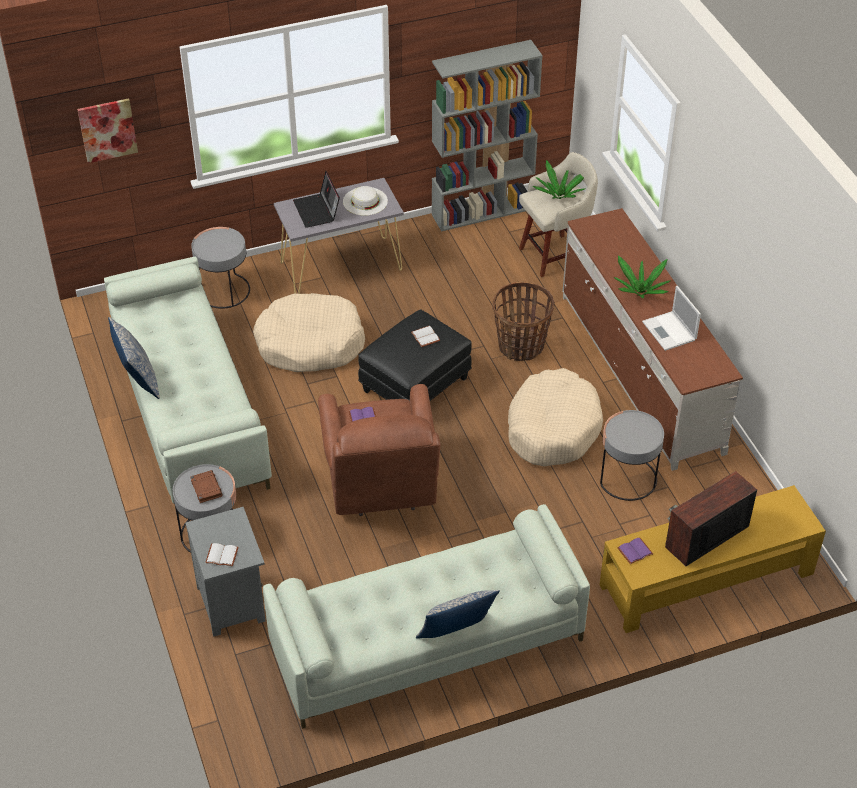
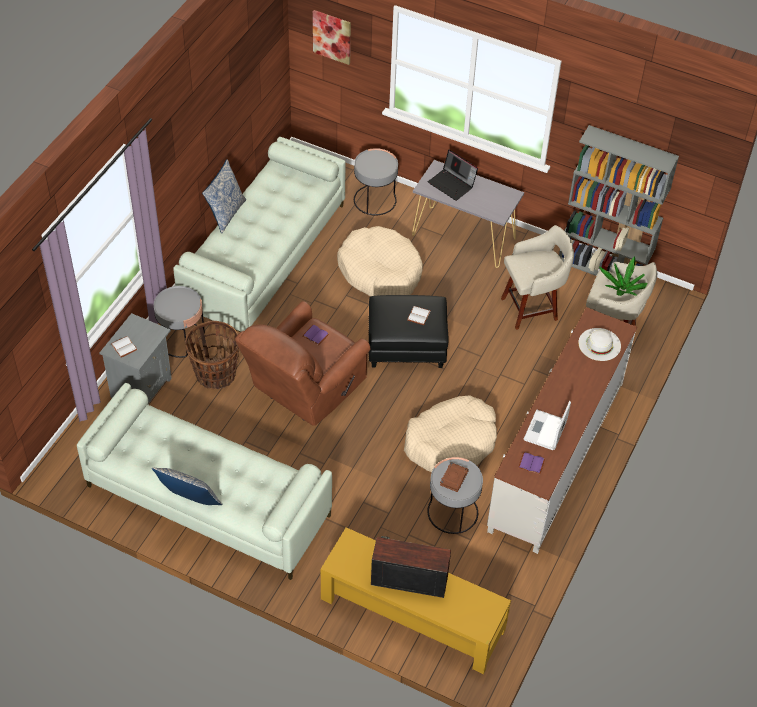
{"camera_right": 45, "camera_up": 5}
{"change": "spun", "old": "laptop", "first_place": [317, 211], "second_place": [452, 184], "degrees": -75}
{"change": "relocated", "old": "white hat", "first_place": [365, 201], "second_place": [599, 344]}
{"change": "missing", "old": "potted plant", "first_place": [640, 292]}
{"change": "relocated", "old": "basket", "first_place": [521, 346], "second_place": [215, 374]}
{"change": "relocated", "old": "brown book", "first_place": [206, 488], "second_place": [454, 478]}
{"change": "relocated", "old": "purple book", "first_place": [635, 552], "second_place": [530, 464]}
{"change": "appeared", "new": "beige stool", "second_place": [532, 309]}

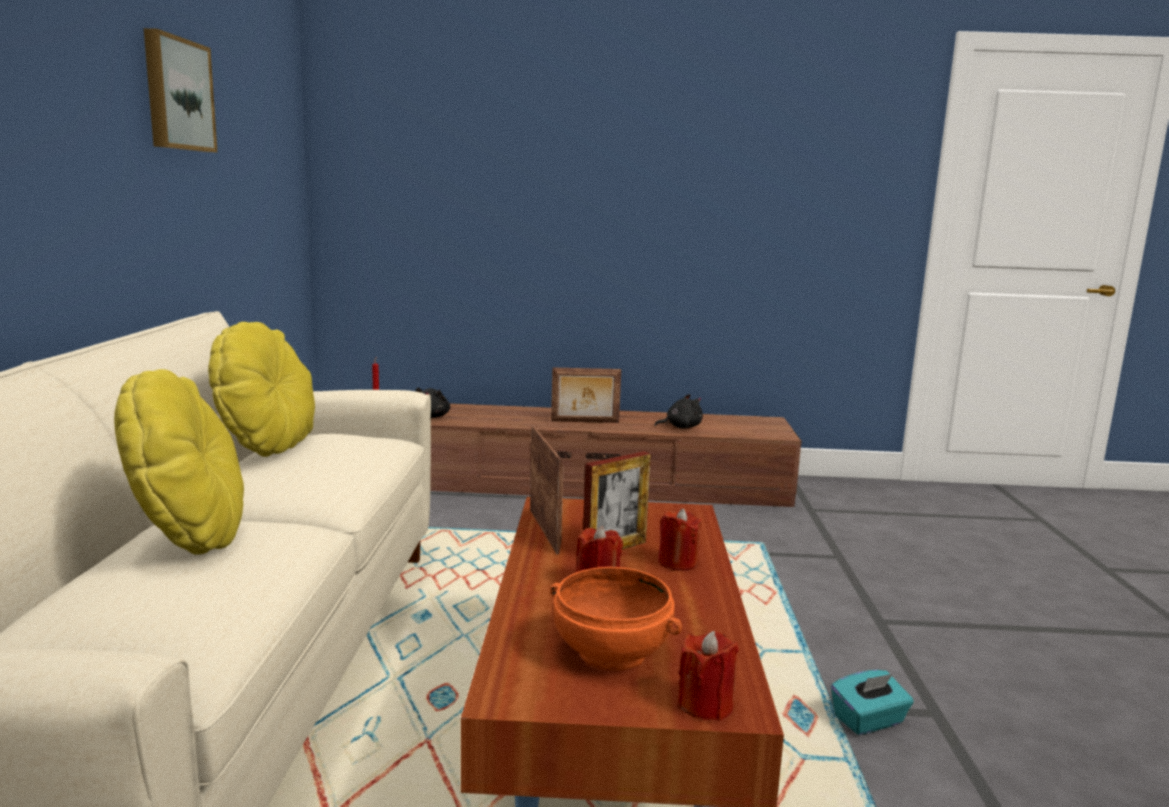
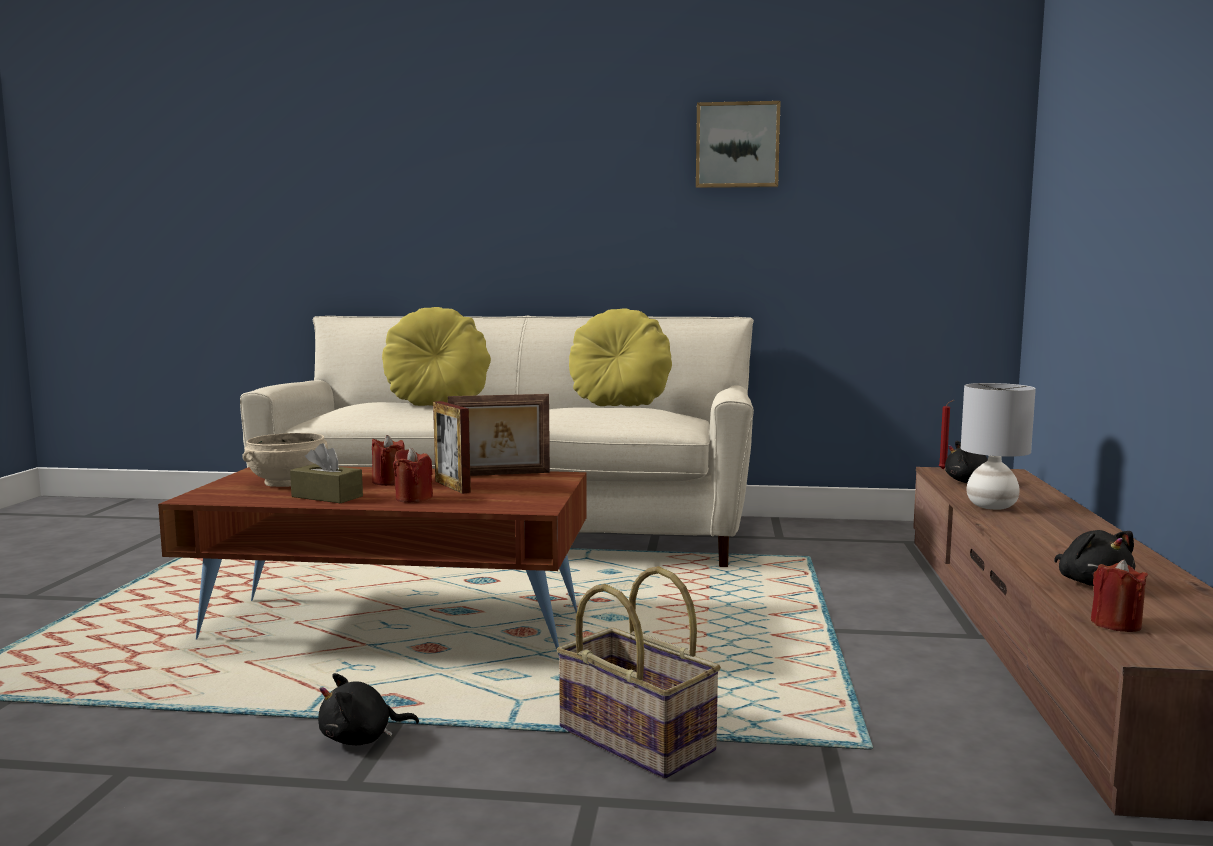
{"camera_right": 95, "camera_up": -5}
{"change": "missing", "old": "picture frame", "first_place": [585, 422]}
{"change": "colour", "old": "orange bowl", "new": "beige bowl", "first_place": [613, 652], "second_place": [288, 482]}
{"change": "relocated", "old": "red candle", "first_place": [705, 705], "second_place": [1116, 624]}
{"change": "exchanged", "old": "turquoise tissue box", "new": "black plush toy", "first_place": [869, 721], "second_place": [361, 738]}
{"change": "appeared", "new": "grey table lamp", "second_place": [992, 506]}
{"change": "appeared", "new": "brown tissue box", "second_place": [327, 496]}
{"change": "appeared", "new": "basket", "second_place": [638, 739]}

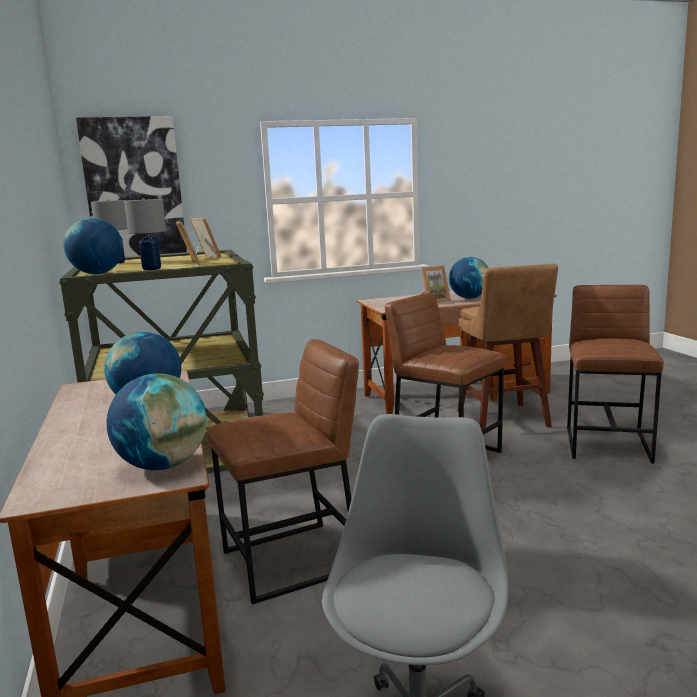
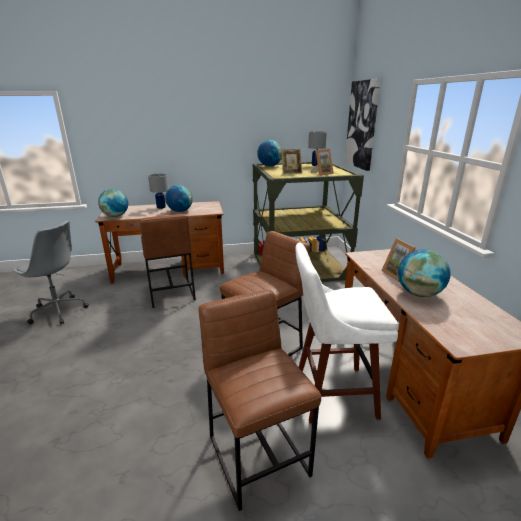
{"camera_right": 95, "camera_up": 10}
{"change": "relocated", "old": "grey table lamp", "first_place": [151, 269], "second_place": [160, 207]}
{"change": "colour", "old": "brown stool", "new": "white stool", "first_place": [503, 420], "second_place": [331, 393]}
{"change": "spun", "old": "brown chair", "first_place": [607, 444], "second_place": [257, 453], "degrees": -135}

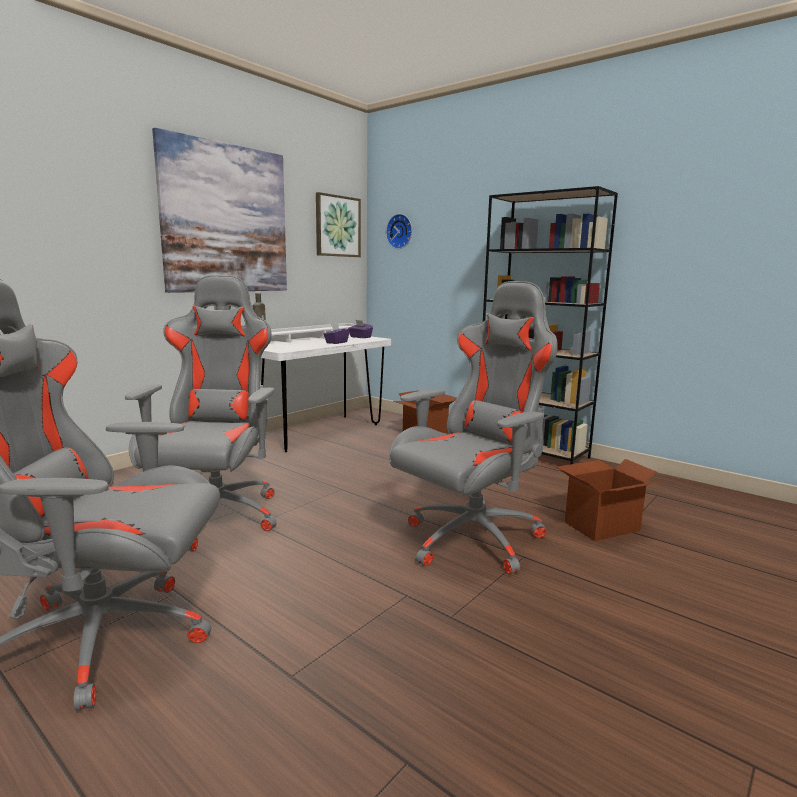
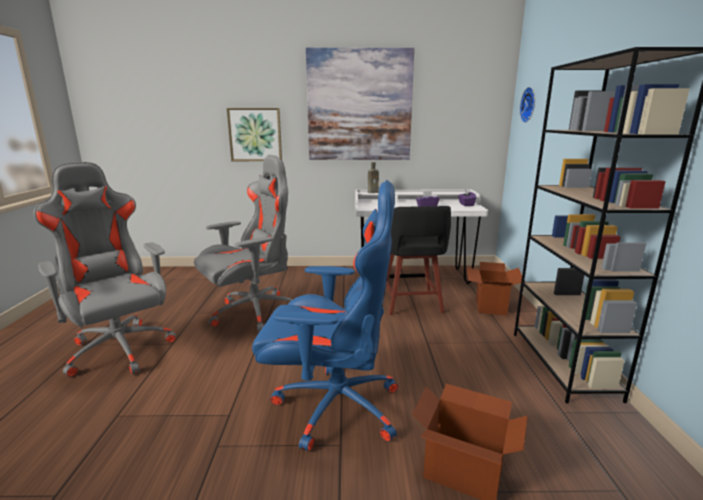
{"camera_right": 50, "camera_up": 5}
{"change": "relocated", "old": "picture", "first_place": [337, 226], "second_place": [255, 135]}
{"change": "colour", "old": "grey office chair", "new": "blue office chair", "first_place": [466, 543], "second_place": [328, 406]}
{"change": "appeared", "new": "black stool", "second_place": [411, 303]}

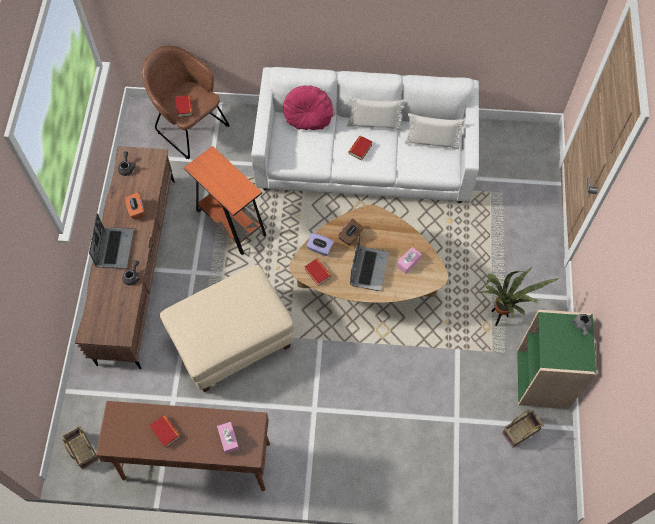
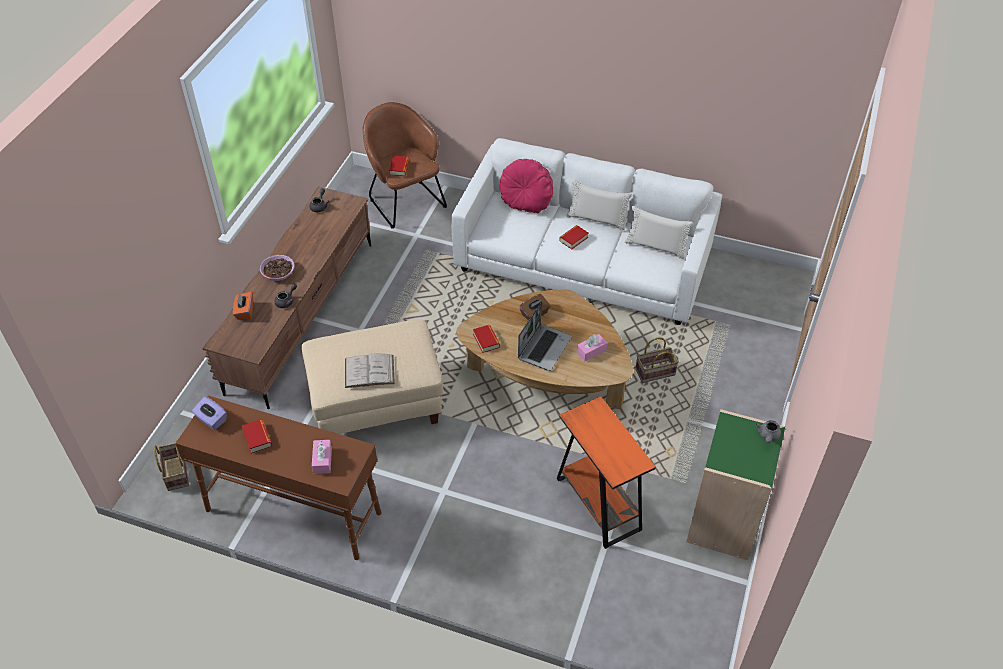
{"camera_right": 15, "camera_up": -15}
{"change": "relocated", "old": "orange side table", "first_place": [231, 223], "second_place": [598, 504]}
{"change": "relocated", "old": "orange tissue box", "first_place": [136, 210], "second_place": [245, 311]}
{"change": "exchanged", "old": "laptop", "new": "bowl", "first_place": [114, 248], "second_place": [278, 272]}
{"change": "relocated", "old": "purple tissue box", "first_place": [320, 248], "second_place": [211, 420]}
{"change": "missing", "old": "potted plant", "first_place": [499, 318]}
{"change": "relocated", "old": "basket", "first_place": [520, 433], "second_place": [654, 373]}
{"change": "appeared", "new": "white book", "second_place": [369, 371]}

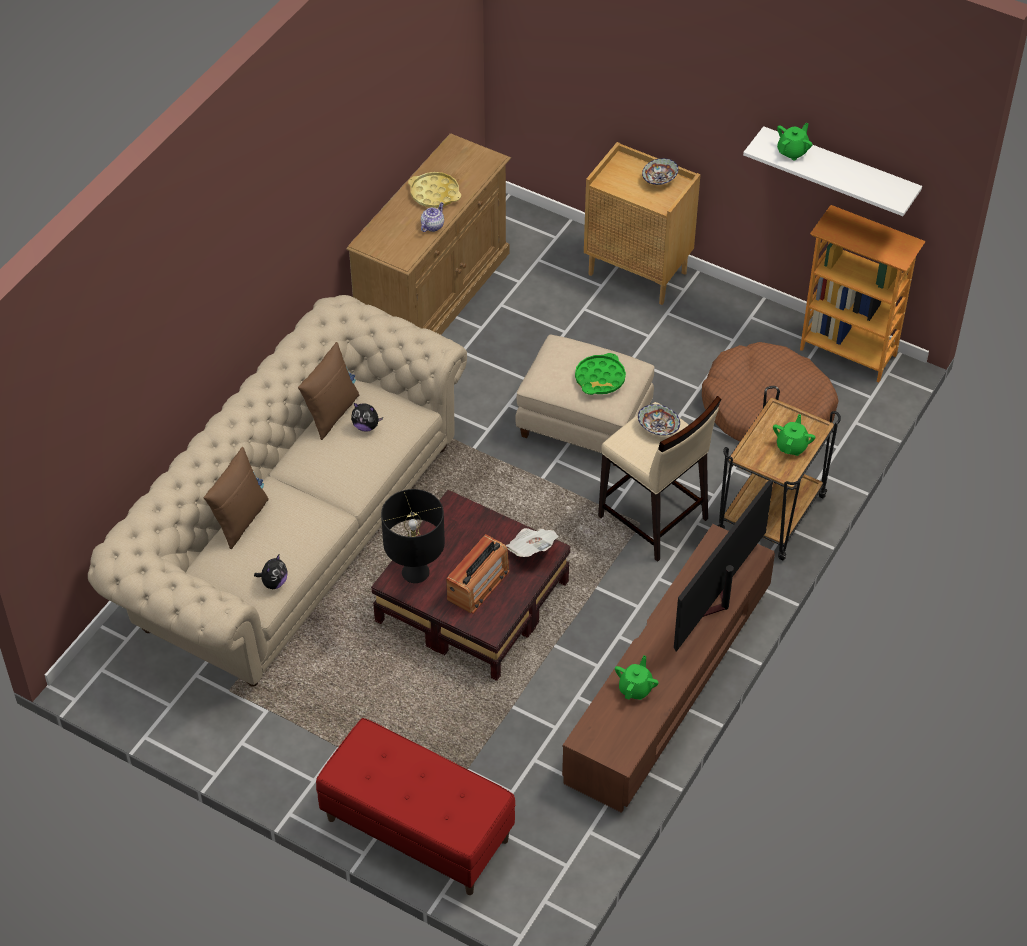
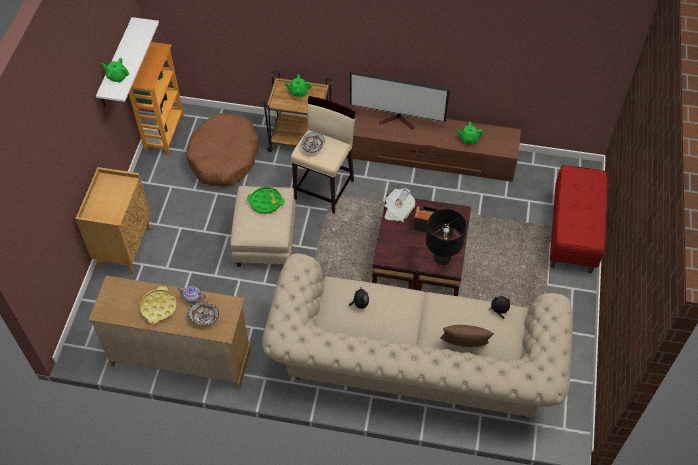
{"camera_right": -110, "camera_up": 5}
{"change": "relocated", "old": "bowl", "first_place": [660, 180], "second_place": [204, 317]}
{"change": "missing", "old": "brown pillow", "first_place": [331, 413]}

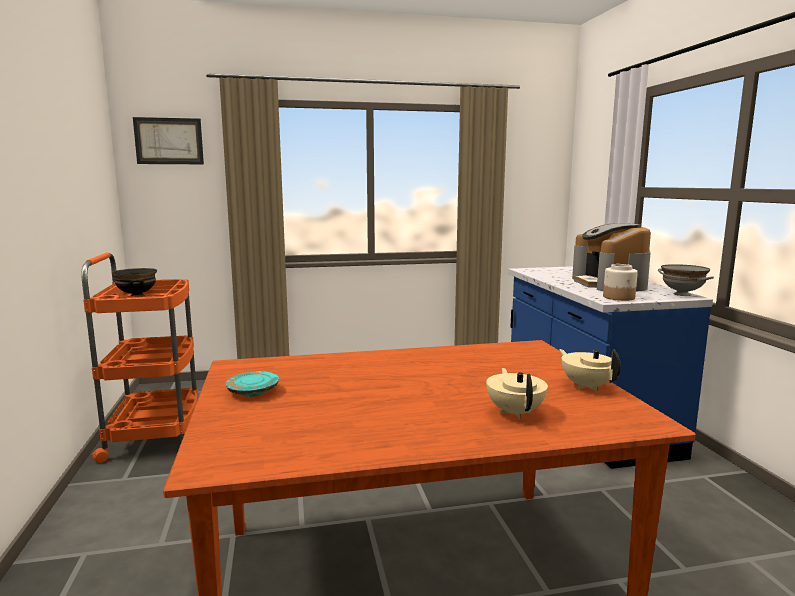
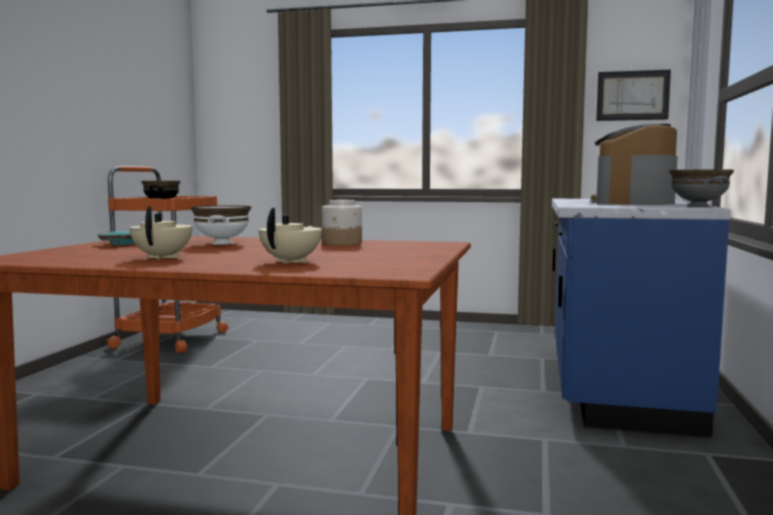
{"camera_right": 25, "camera_up": -5}
{"change": "relocated", "old": "picture", "first_place": [169, 141], "second_place": [632, 95]}
{"change": "relocated", "old": "jar", "first_place": [619, 297], "second_place": [342, 243]}
{"change": "relocated", "old": "beige teapot", "first_place": [586, 386], "second_place": [163, 257]}
{"change": "appeared", "new": "white bowl", "second_place": [223, 243]}

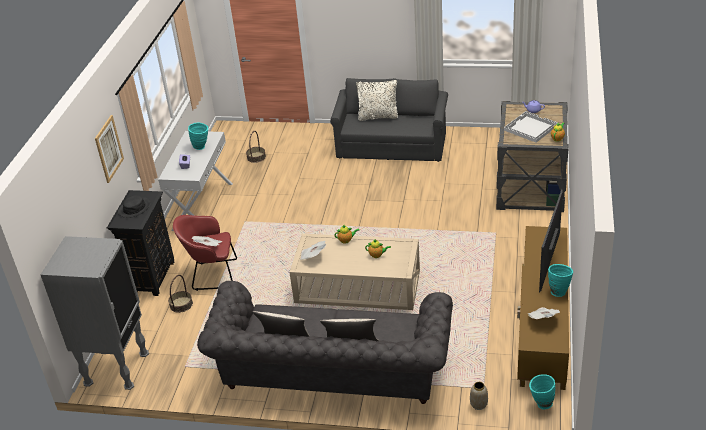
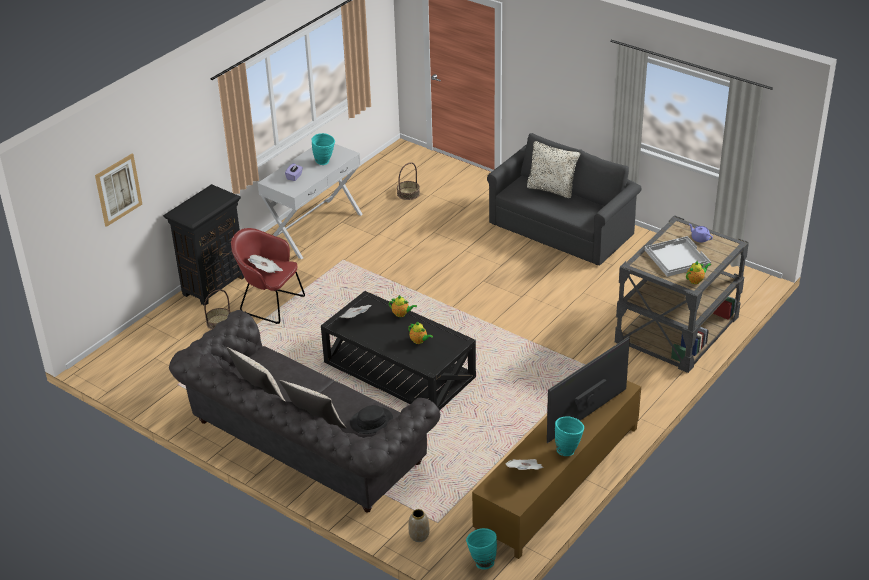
{"camera_right": 25, "camera_up": 0}
{"change": "relocated", "old": "picture", "first_place": [109, 148], "second_place": [118, 189]}
{"change": "relocated", "old": "black hat", "first_place": [134, 208], "second_place": [371, 421]}
{"change": "colour", "old": "beige coffee table", "new": "black coffee table", "first_place": [357, 287], "second_place": [398, 370]}
{"change": "missing", "old": "grey cabinet", "first_place": [118, 367]}

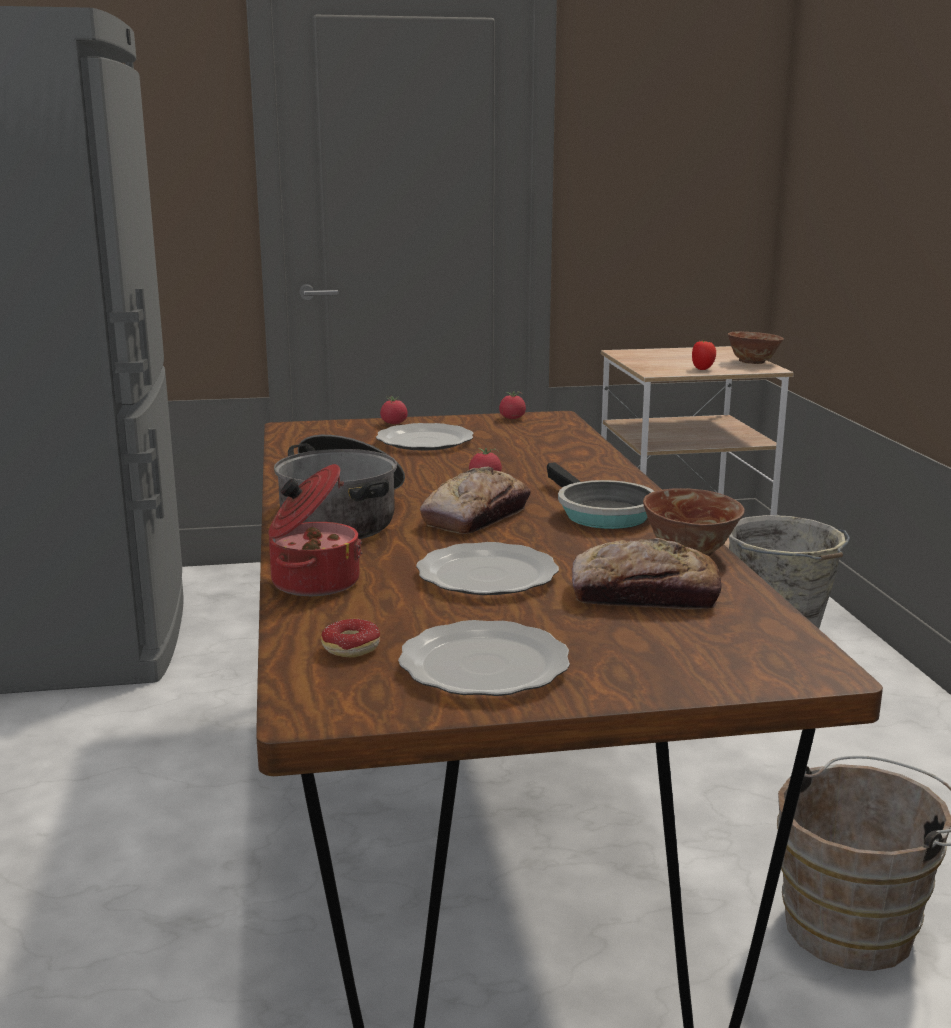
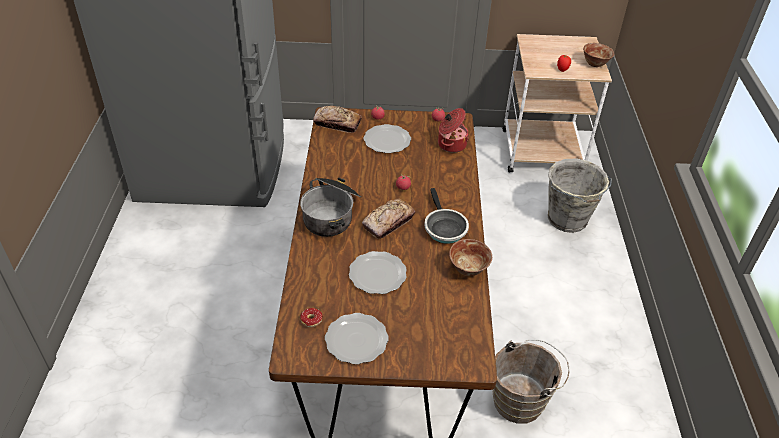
{"camera_right": 10, "camera_up": 25}
{"change": "relocated", "old": "cooking pot", "first_place": [313, 582], "second_place": [451, 144]}
{"change": "relocated", "old": "bread", "first_place": [644, 595], "second_place": [337, 123]}

